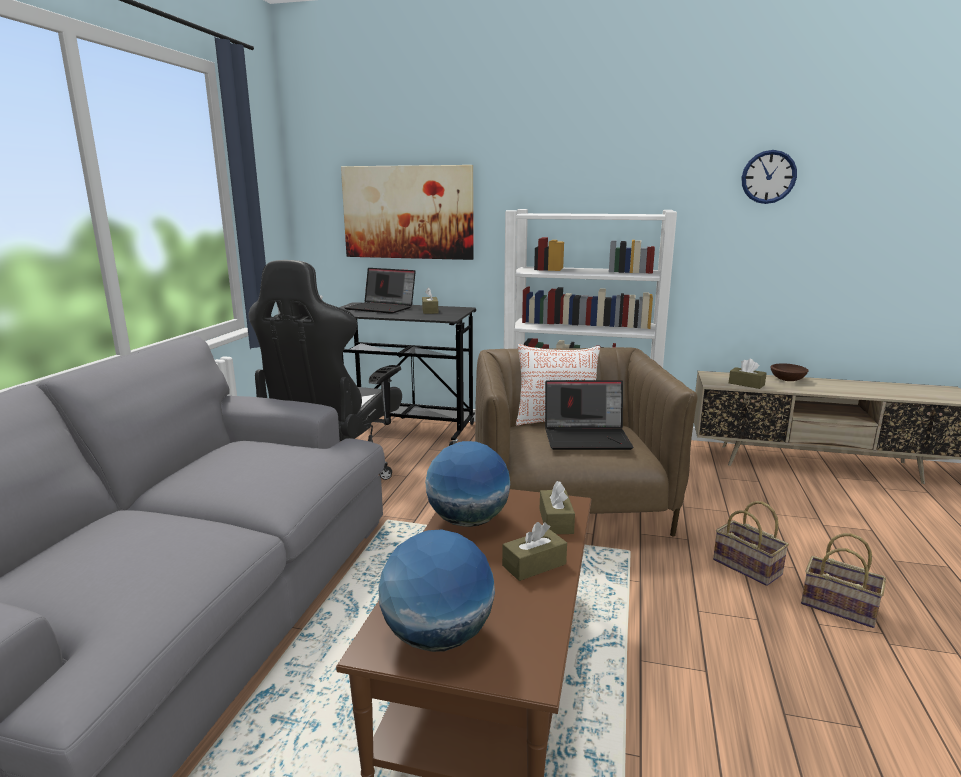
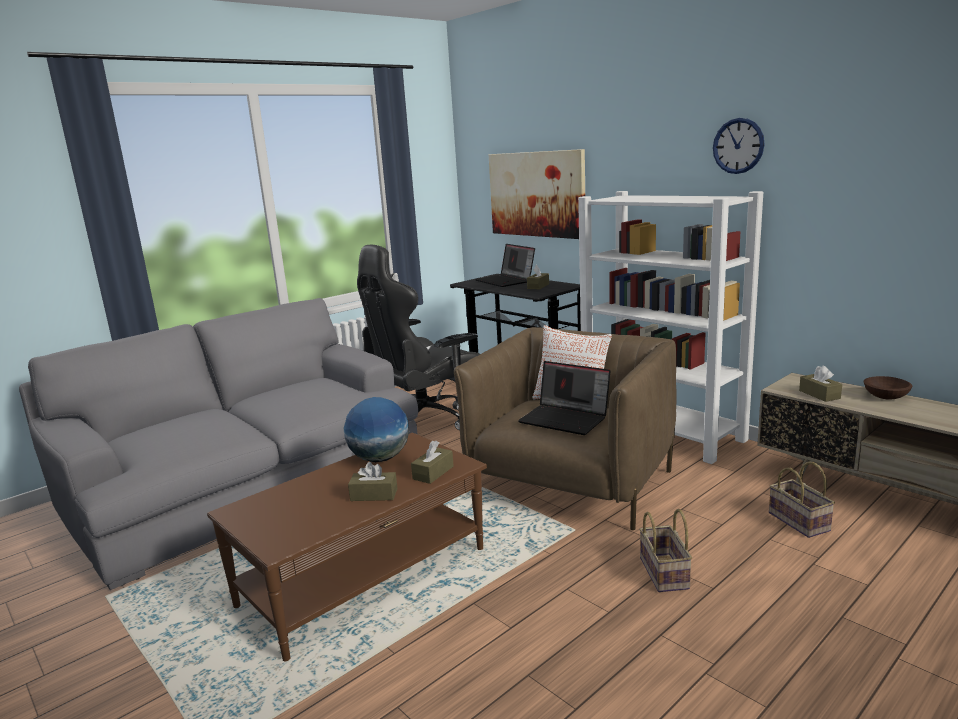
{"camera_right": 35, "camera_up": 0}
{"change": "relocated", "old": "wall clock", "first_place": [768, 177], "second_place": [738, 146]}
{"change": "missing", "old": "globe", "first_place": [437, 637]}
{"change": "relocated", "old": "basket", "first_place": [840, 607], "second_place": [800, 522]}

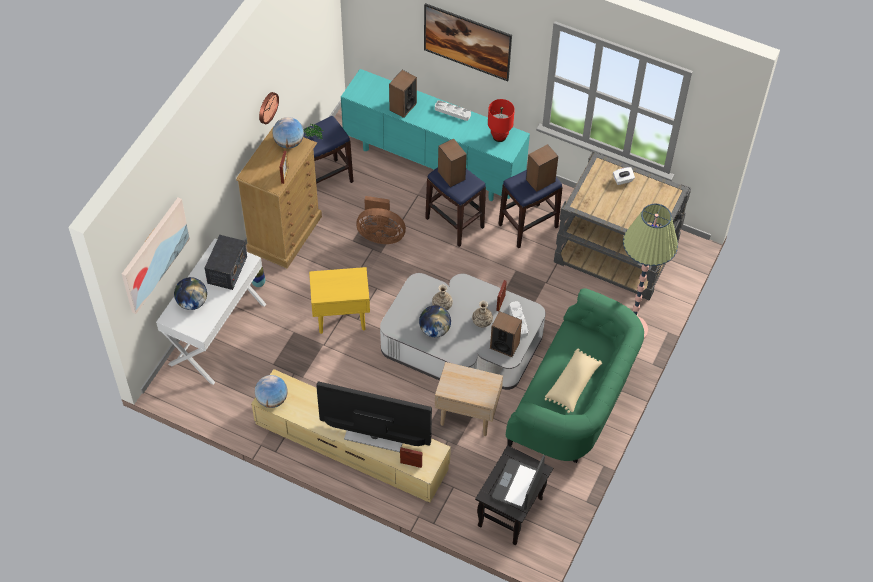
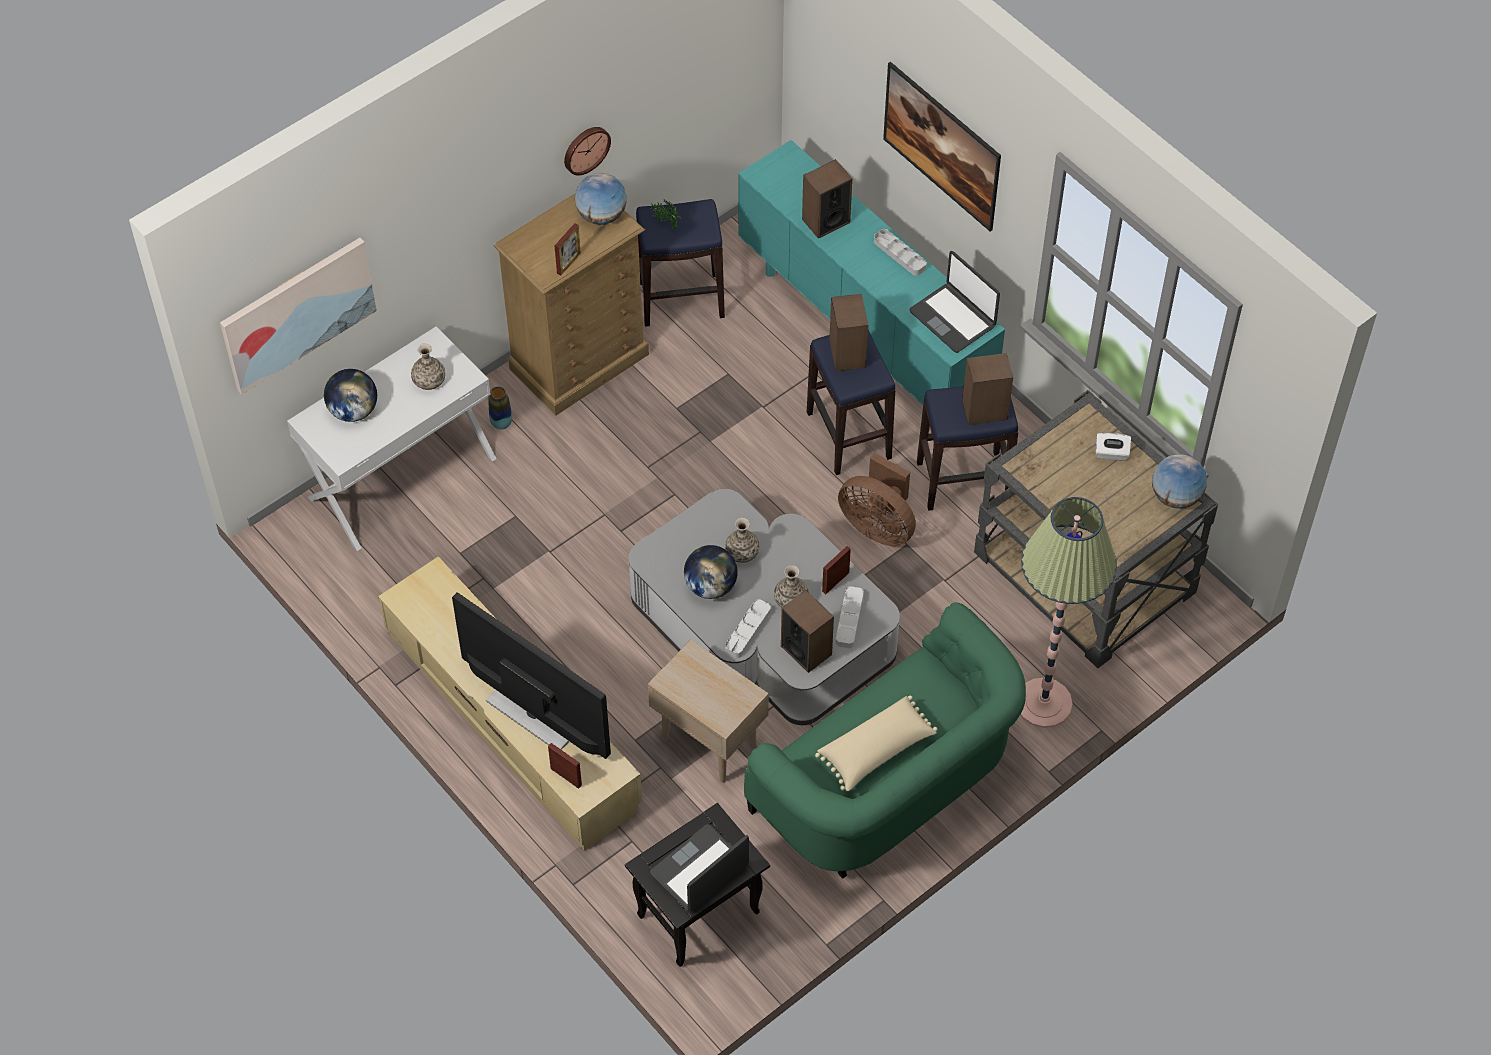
{"camera_right": 25, "camera_up": 0}
{"change": "exchanged", "old": "red table lamp", "new": "laptop", "first_place": [499, 137], "second_place": [953, 318]}
{"change": "relocated", "old": "brown fan", "first_place": [380, 235], "second_place": [878, 525]}
{"change": "exchanged", "old": "radio", "new": "vase", "first_place": [227, 270], "second_place": [429, 380]}
{"change": "missing", "old": "yellow side table", "first_place": [340, 319]}
{"change": "relocated", "old": "globe", "first_place": [272, 399], "second_place": [1175, 497]}
{"change": "appeared", "new": "grey tray", "second_place": [748, 630]}

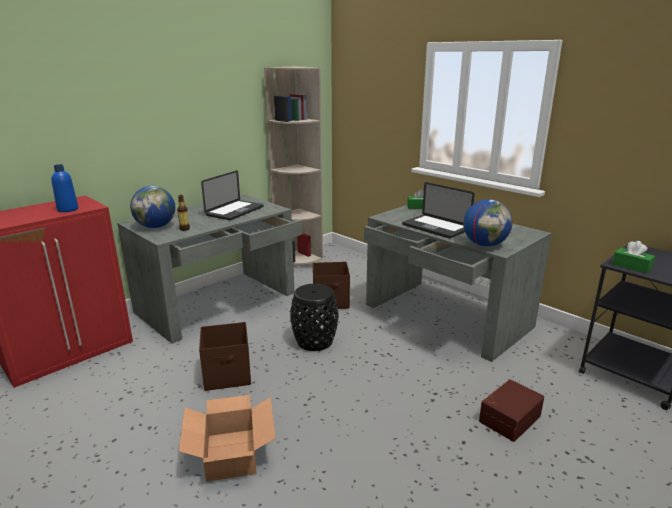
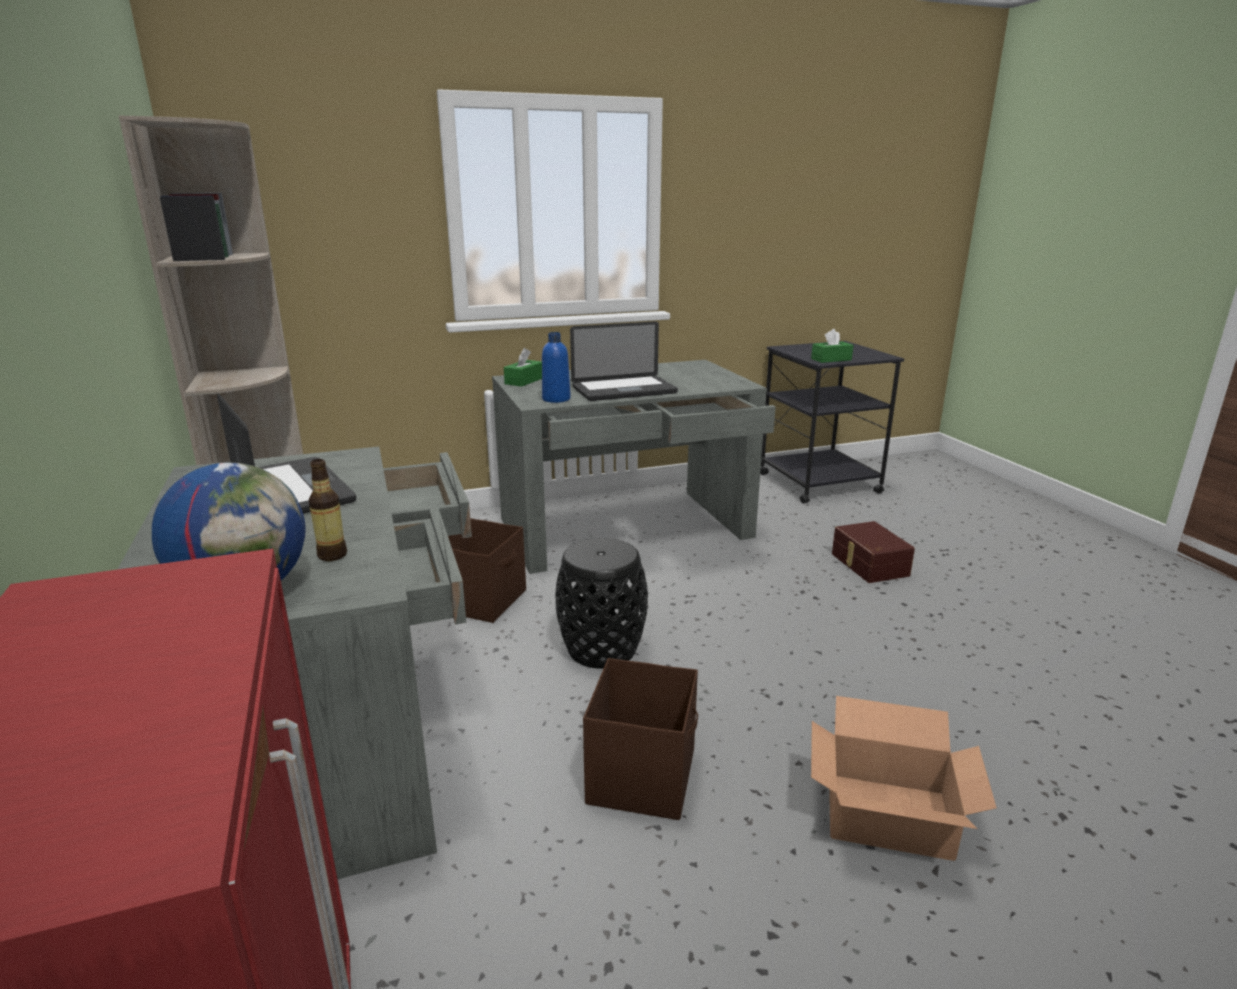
{"camera_right": -65, "camera_up": 0}
{"change": "relocated", "old": "blue bottle", "first_place": [68, 209], "second_place": [556, 399]}
{"change": "missing", "old": "globe", "first_place": [485, 244]}

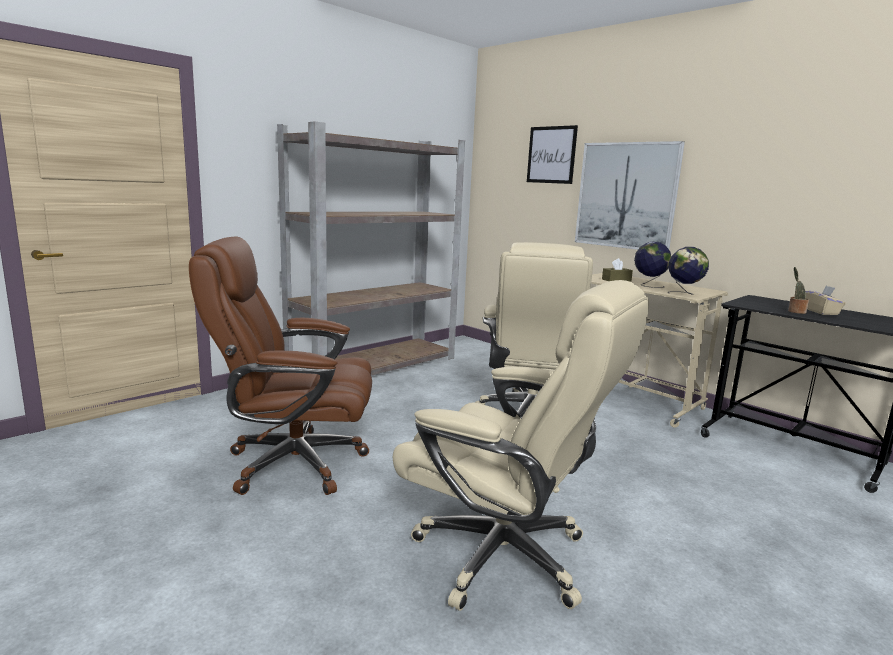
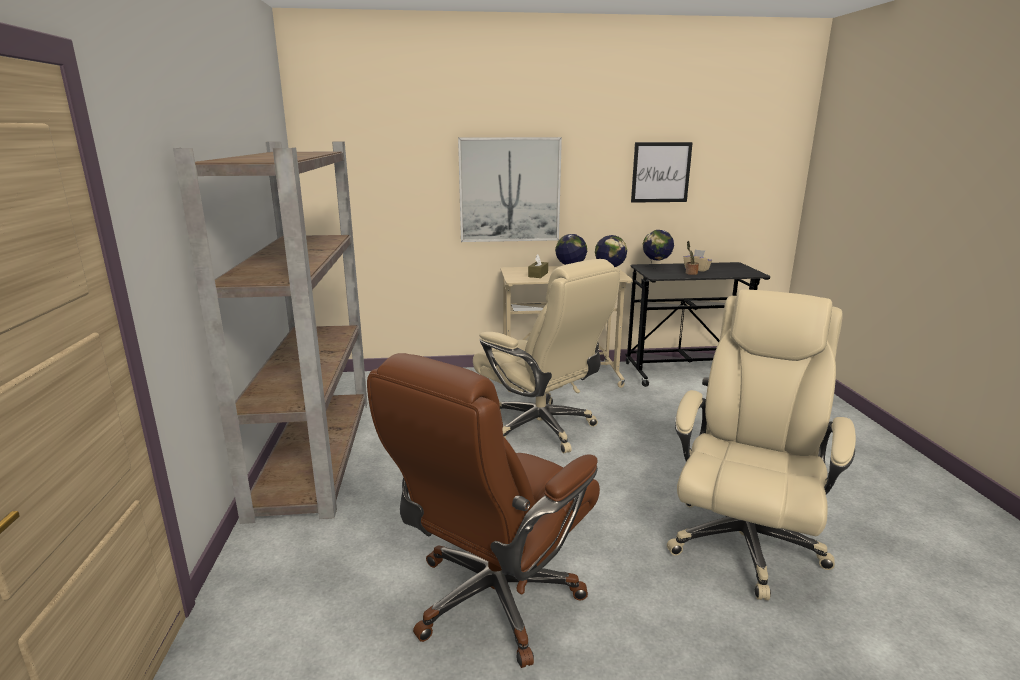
{"camera_right": -50, "camera_up": 5}
{"change": "relocated", "old": "picture", "first_place": [551, 155], "second_place": [661, 172]}
{"change": "spun", "old": "beige office chair", "first_place": [502, 555], "second_place": [743, 543], "degrees": -45}
{"change": "appeared", "new": "globe", "second_place": [656, 268]}

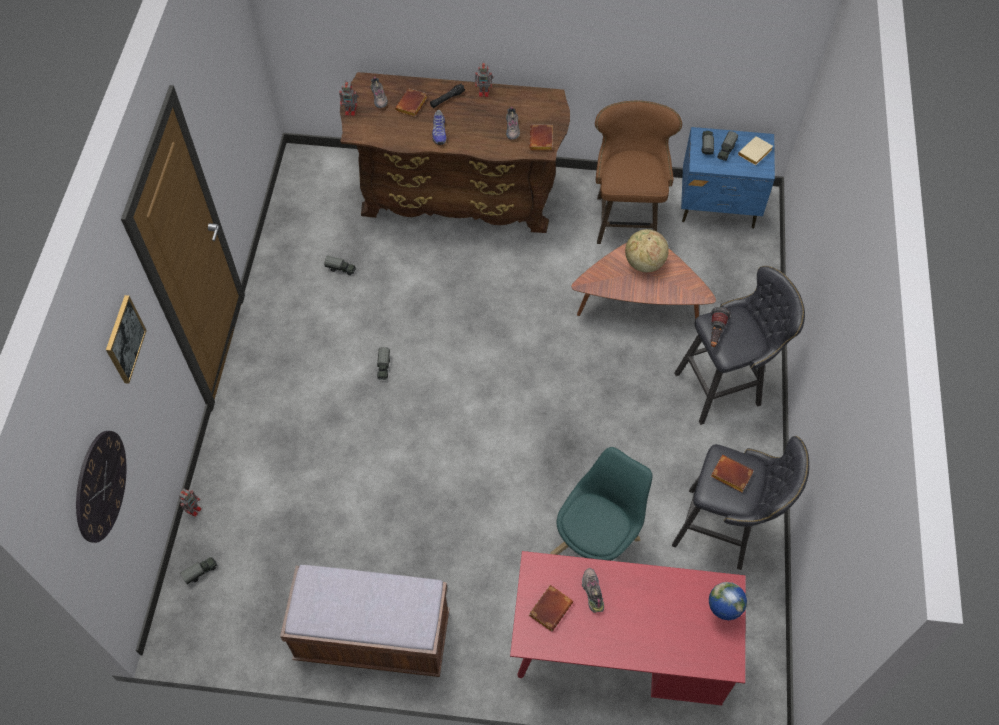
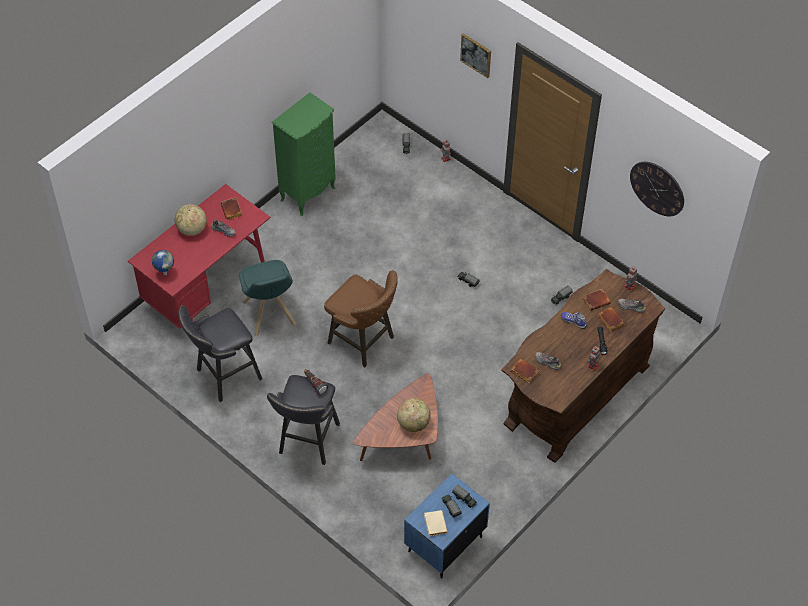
{"camera_right": 125, "camera_up": -5}
{"change": "relocated", "old": "brown stool", "first_place": [626, 217], "second_place": [363, 342]}
{"change": "relocated", "old": "wall clock", "first_place": [100, 486], "second_place": [657, 188]}
{"change": "relocated", "old": "brown book", "first_place": [730, 475], "second_place": [596, 300]}
{"change": "exchanged", "old": "brown bench", "new": "green dresser", "first_place": [373, 637], "second_place": [309, 195]}
{"change": "appeared", "new": "globe", "second_place": [192, 229]}

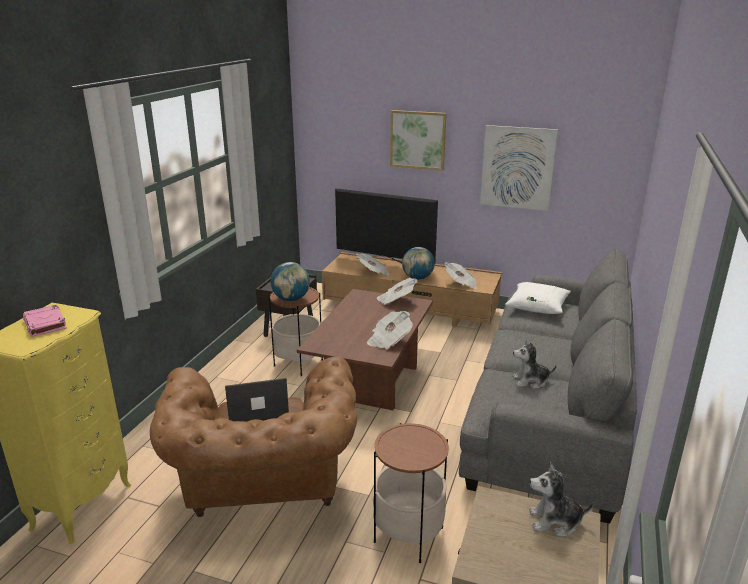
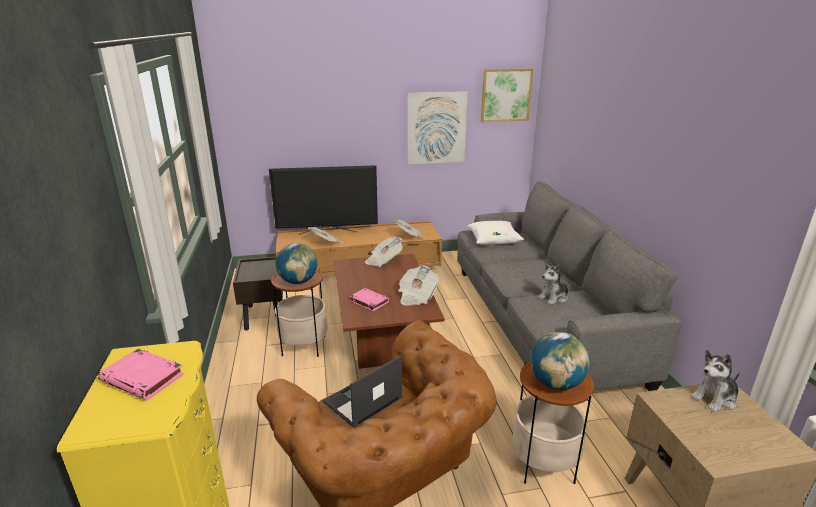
{"camera_right": -30, "camera_up": 0}
{"change": "relocated", "old": "picture", "first_place": [418, 140], "second_place": [506, 95]}
{"change": "relocated", "old": "globe", "first_place": [417, 278], "second_place": [556, 383]}
{"change": "appeared", "new": "pink book", "second_place": [368, 301]}

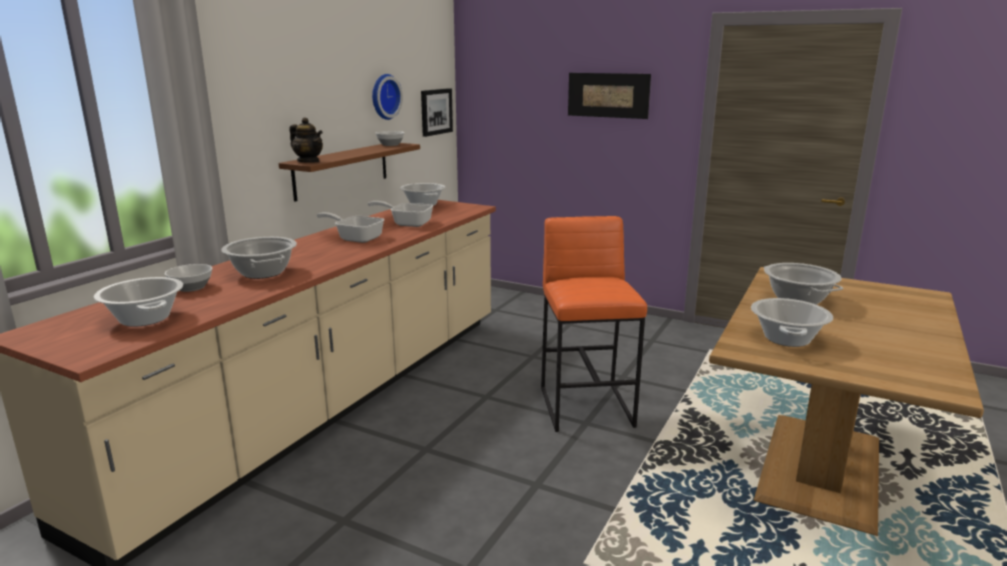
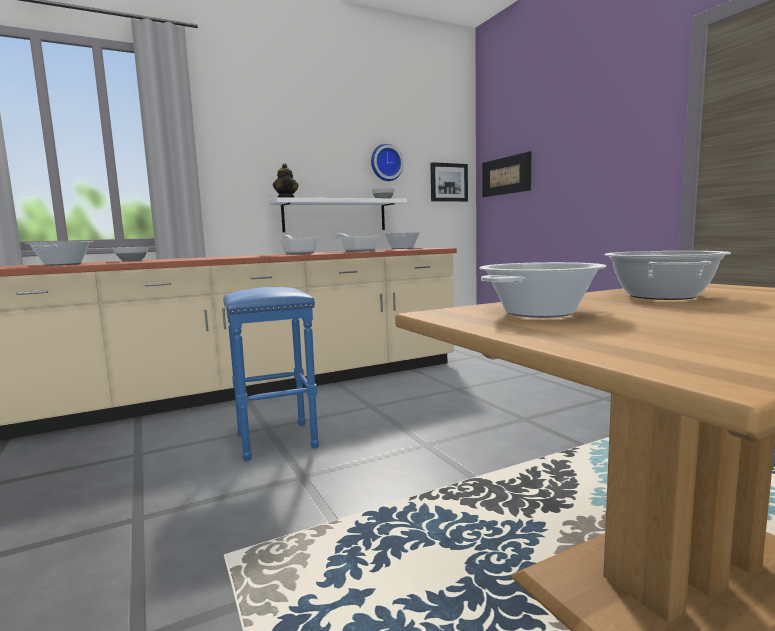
{"camera_right": 35, "camera_up": -10}
{"change": "relocated", "old": "picture", "first_place": [608, 95], "second_place": [505, 175]}
{"change": "colour", "old": "brown shelf", "new": "white shelf", "first_place": [342, 170], "second_place": [335, 216]}
{"change": "missing", "old": "orange stool", "first_place": [585, 405]}
{"change": "missing", "old": "cooking pot", "first_place": [262, 272]}
{"change": "appeared", "new": "blue stool", "second_place": [275, 441]}

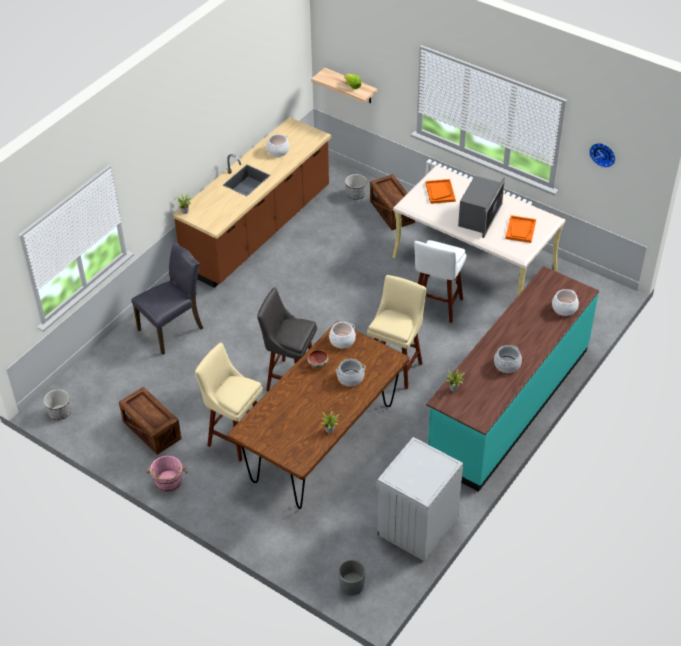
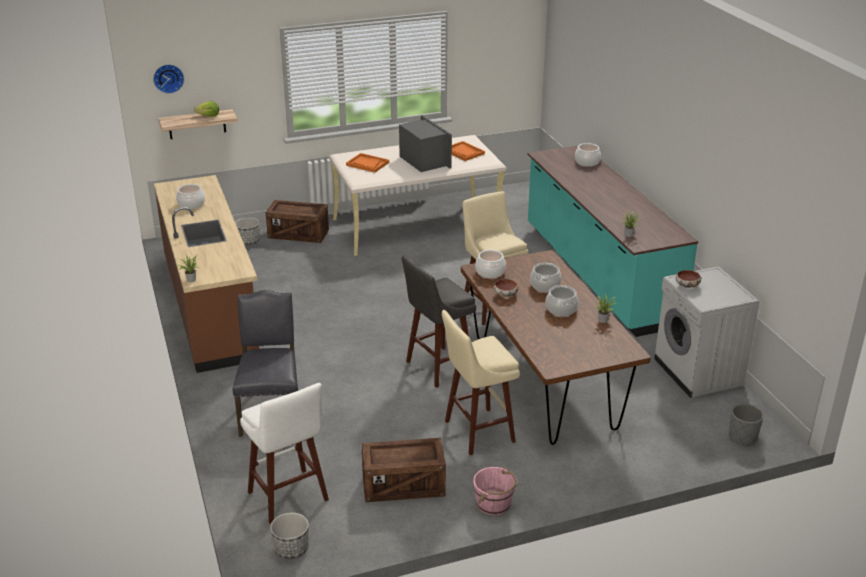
{"camera_right": -55, "camera_up": -15}
{"change": "relocated", "old": "wall clock", "first_place": [603, 154], "second_place": [168, 78]}
{"change": "relocated", "old": "white stool", "first_place": [436, 307], "second_place": [289, 498]}
{"change": "relocated", "old": "cooking pot", "first_place": [507, 365], "second_place": [561, 309]}
{"change": "appeared", "new": "bowl", "second_place": [687, 286]}

